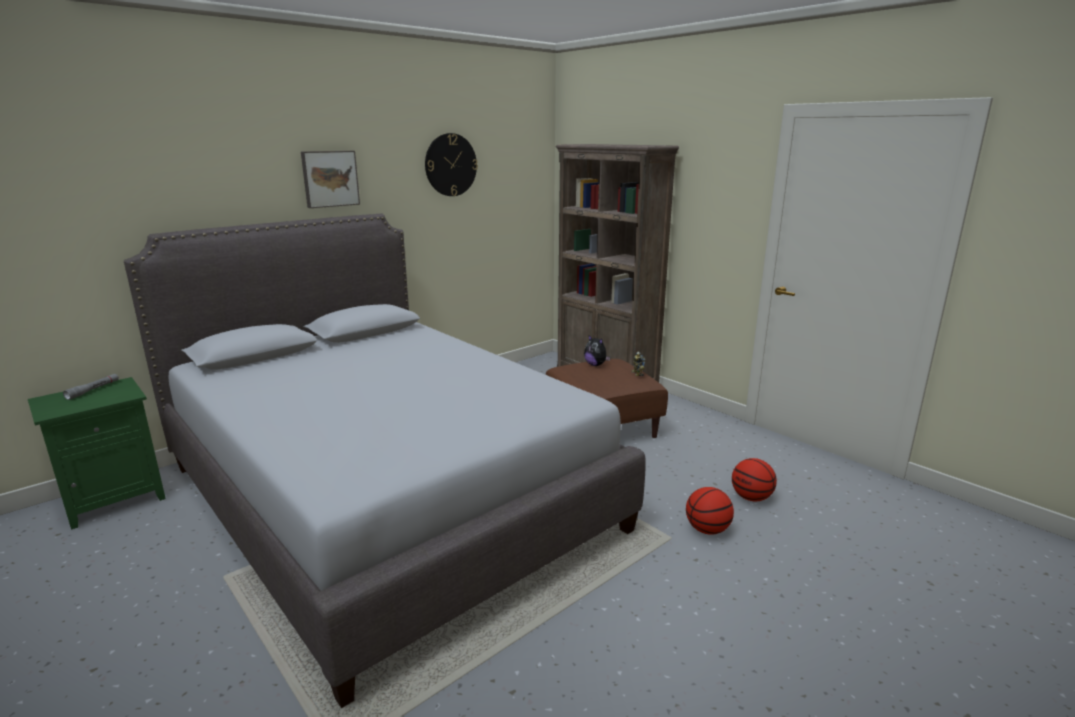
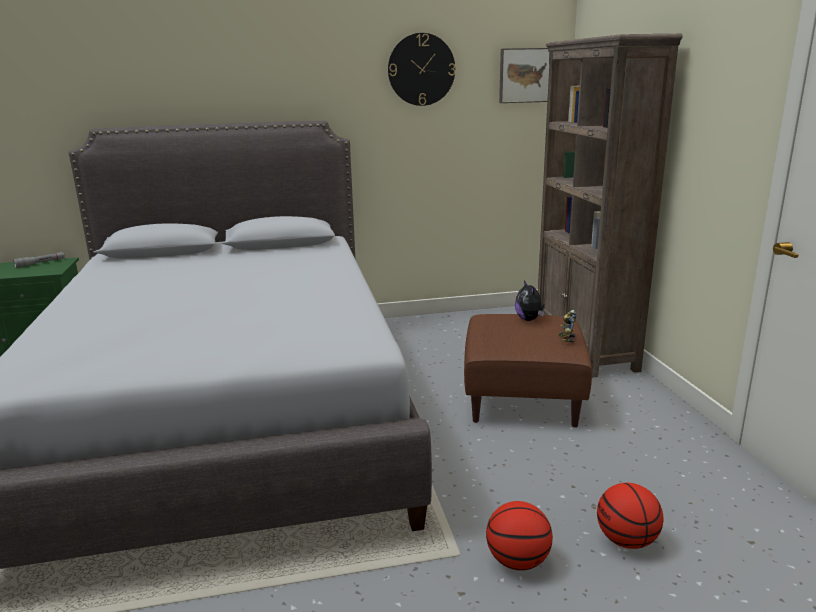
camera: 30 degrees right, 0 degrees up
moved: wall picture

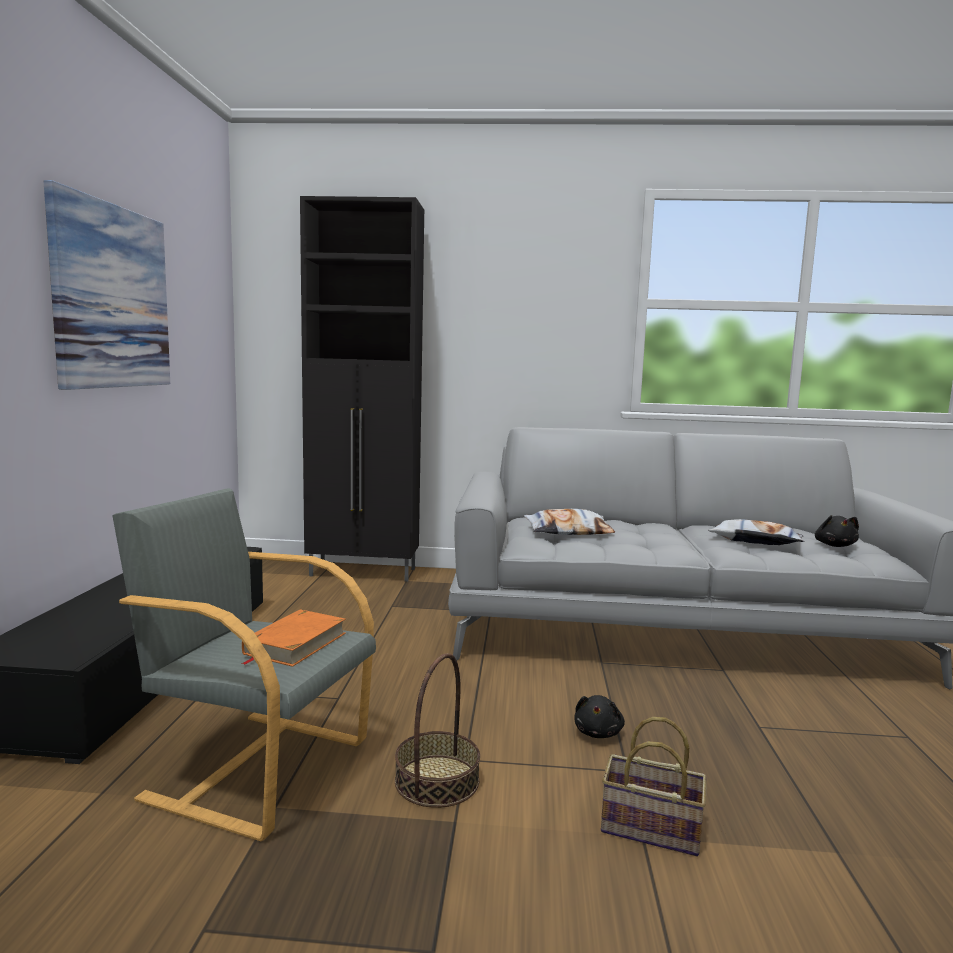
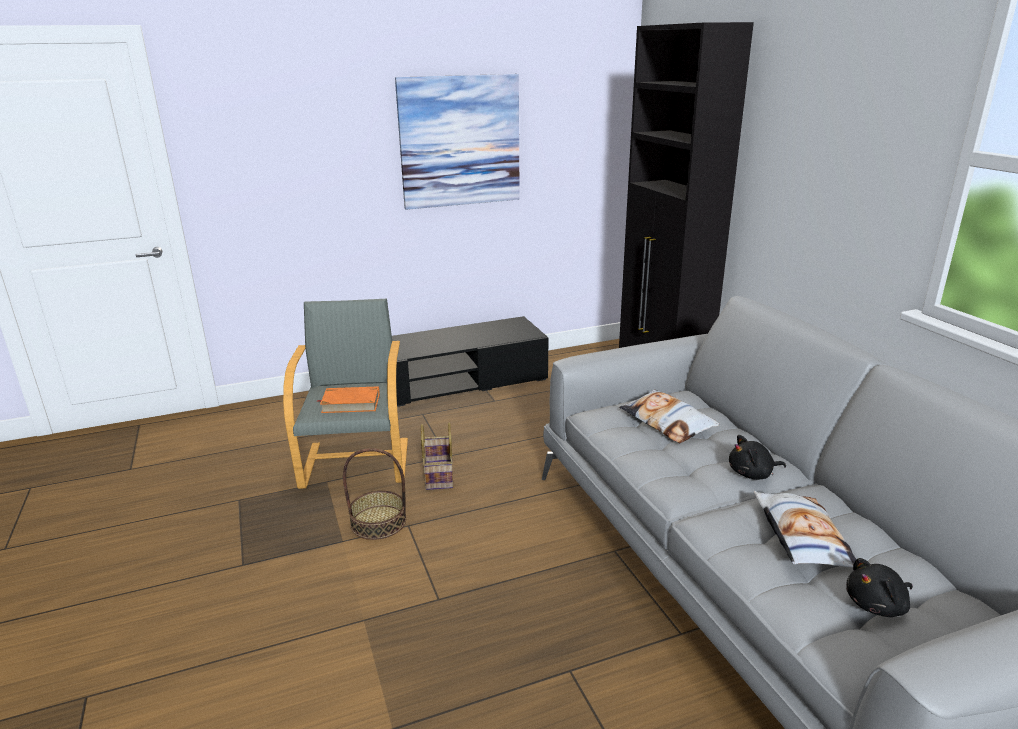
camera: 65 degrees right, 15 degrees up
moved: black soft toy (1st from left); household basket (2nd from left)

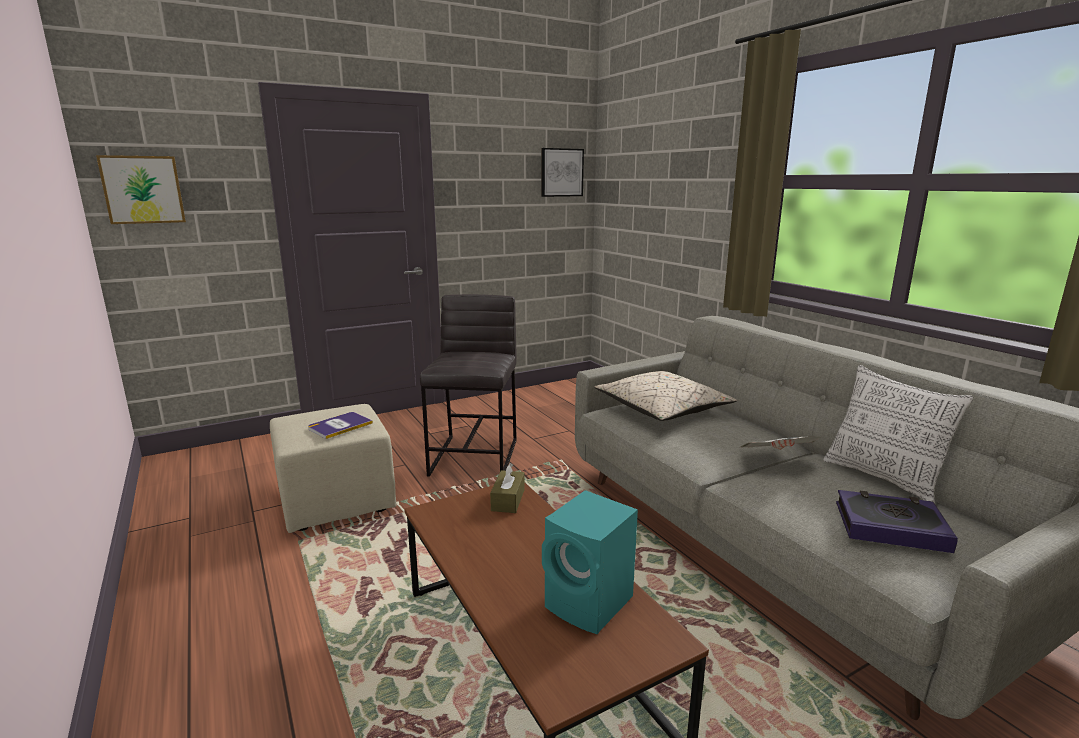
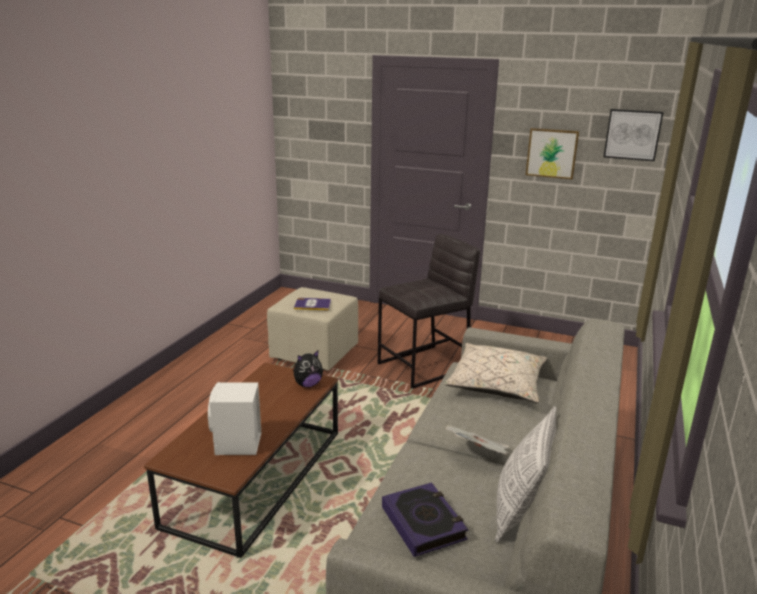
camera: 50 degrees right, 5 degrees up
moved: wall picture (1st from left)
replaced: brown tissue holder to soft toy
recoloured: blue-green speaker to white-coloured speaker

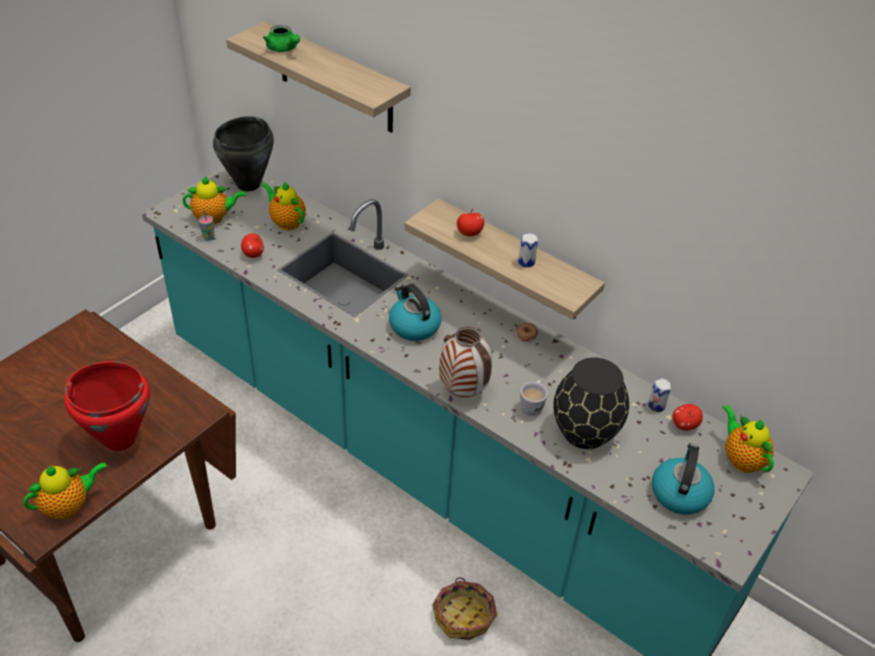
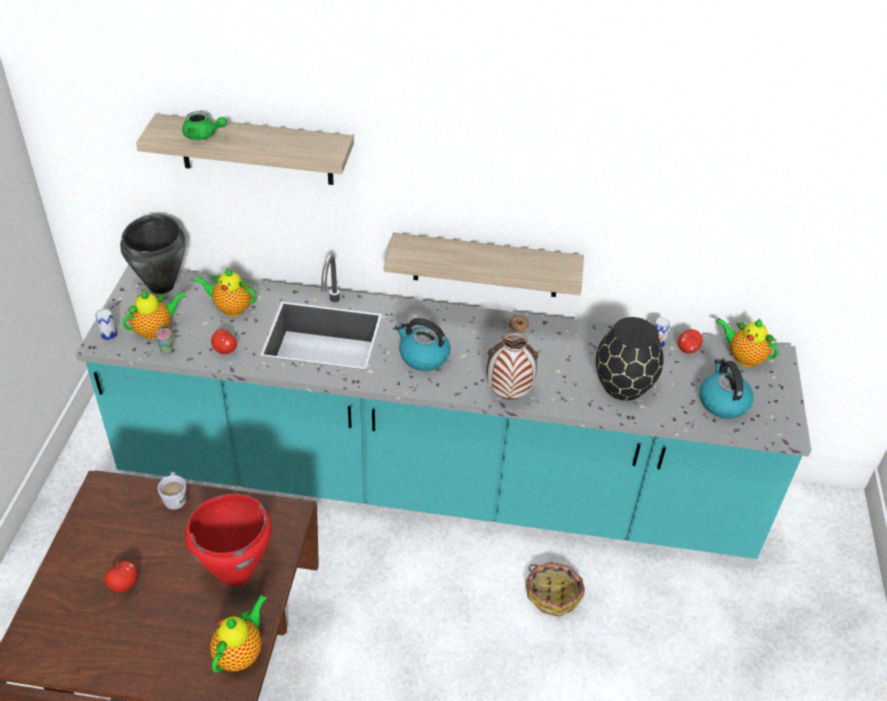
camera: 30 degrees left, 0 degrees up
moved: apple (2nd from left in the first image) to apple (1st from left); metal can (1st from left); white-coloured coffee mug

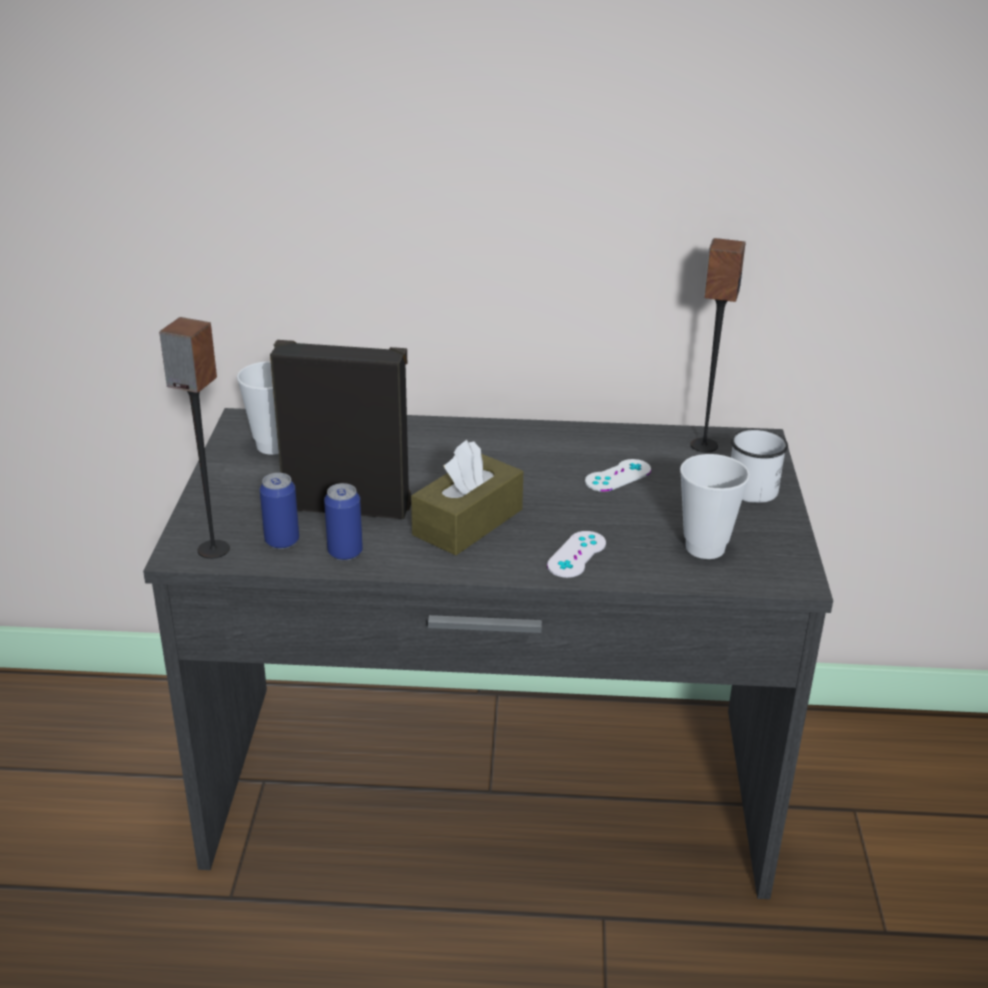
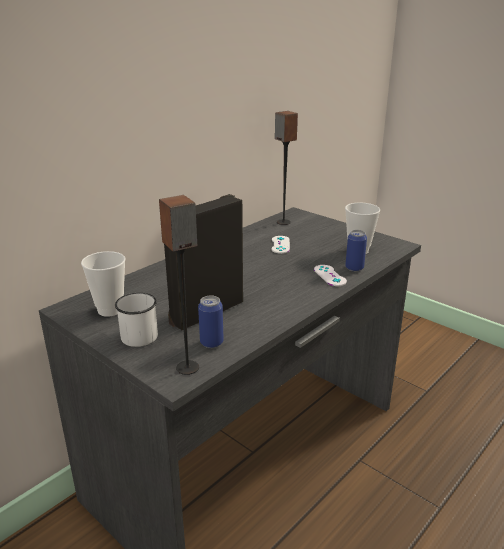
camera: 50 degrees left, 5 degrees down
removed: brown tissue holder
moved: metal can (2nd from left); white-coloured coffee mug

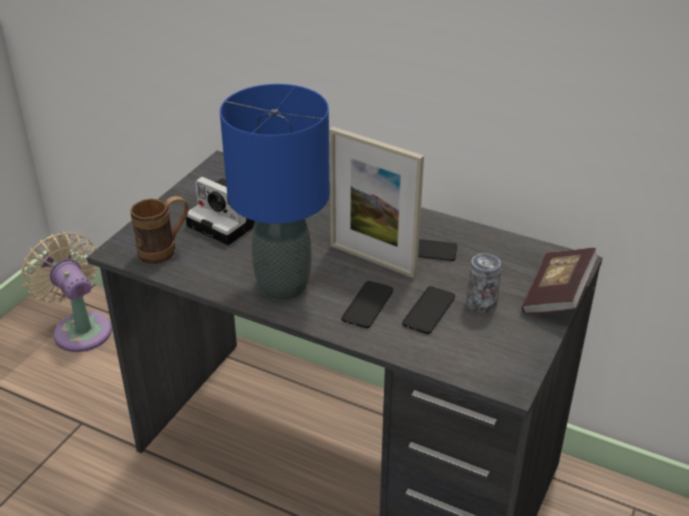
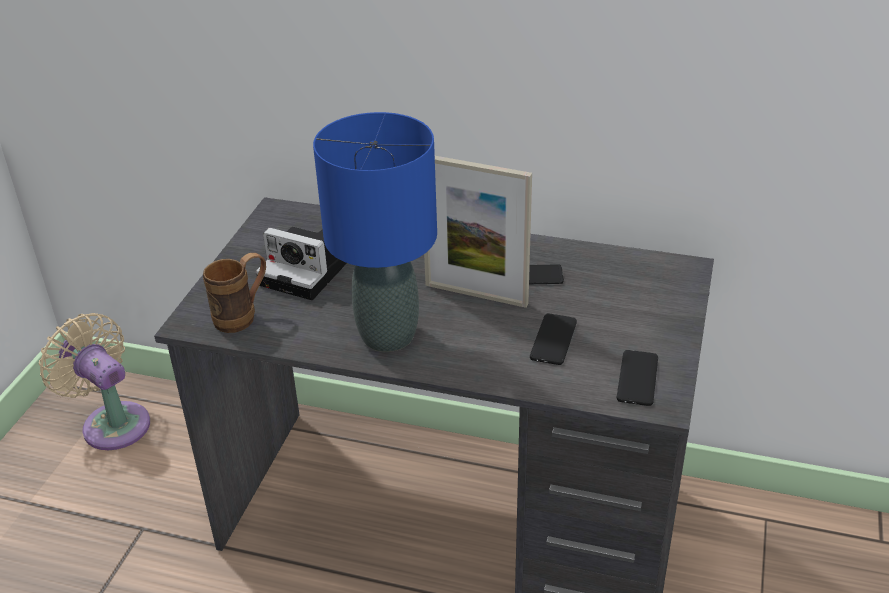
camera: 10 degrees left, 0 degrees up
removed: metal can; book
moved: handset (1st from left in the first image) to handset (3rd from left)

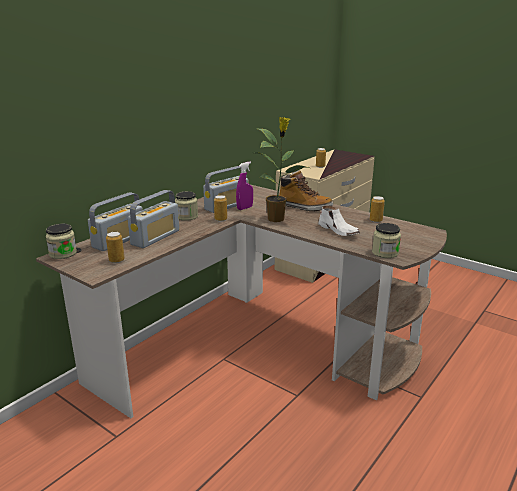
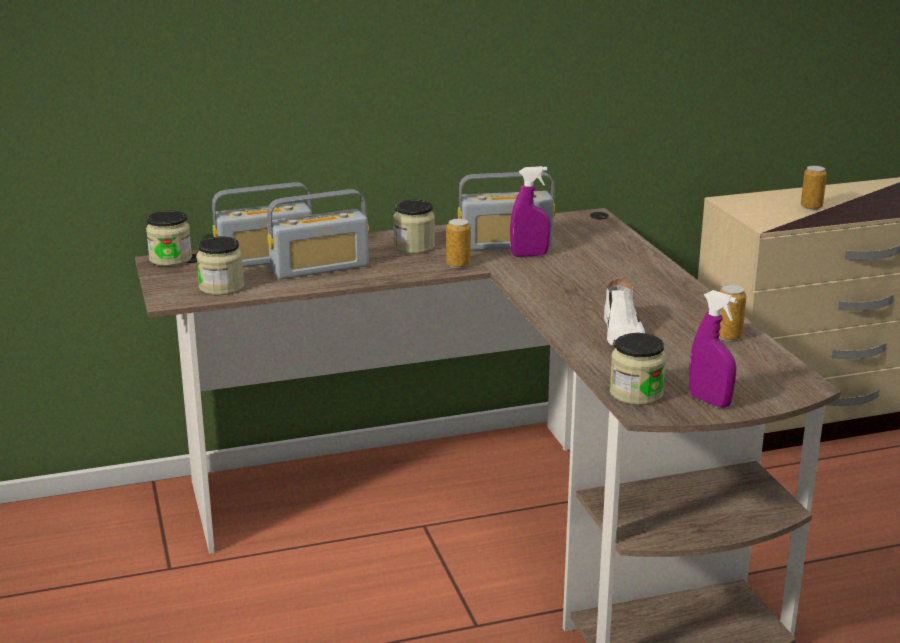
camera: 35 degrees right, 0 degrees up
removed: potted plant; tall boot
added: purple-coloured spray bottle (2nd from left)
replaced: metal can (1st from left) to jar (2nd from left)

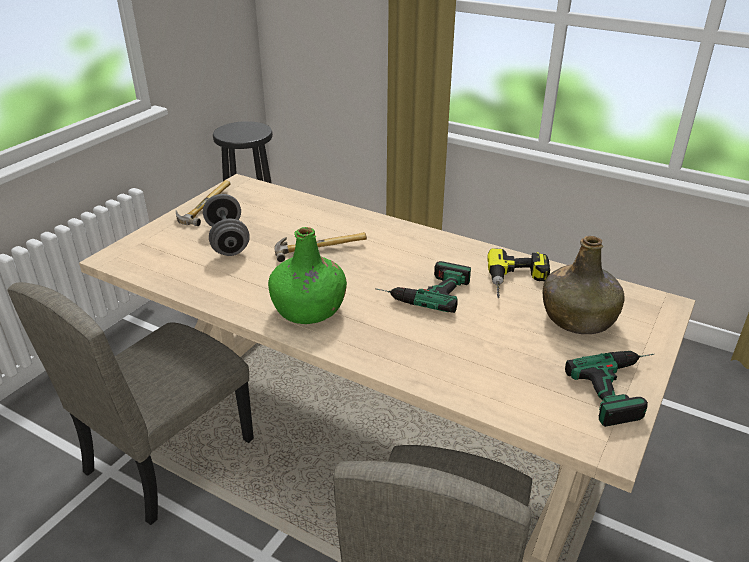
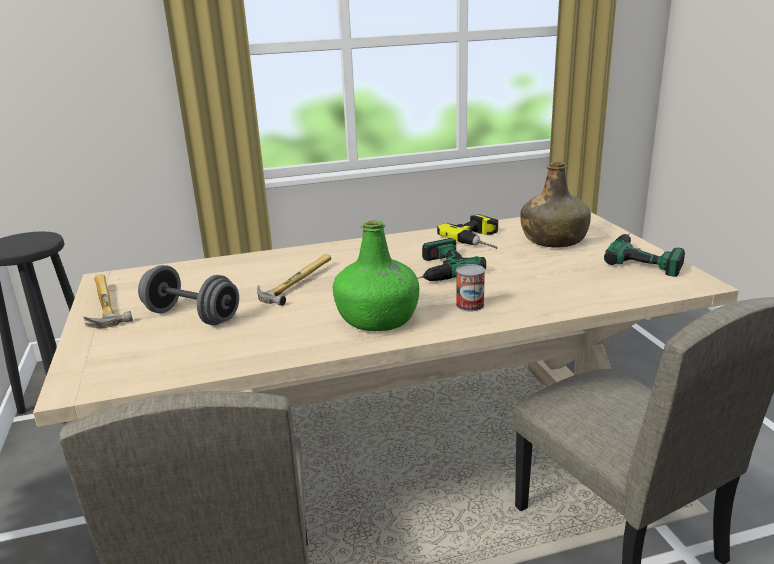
camera: 45 degrees left, 10 degrees down
added: metal can

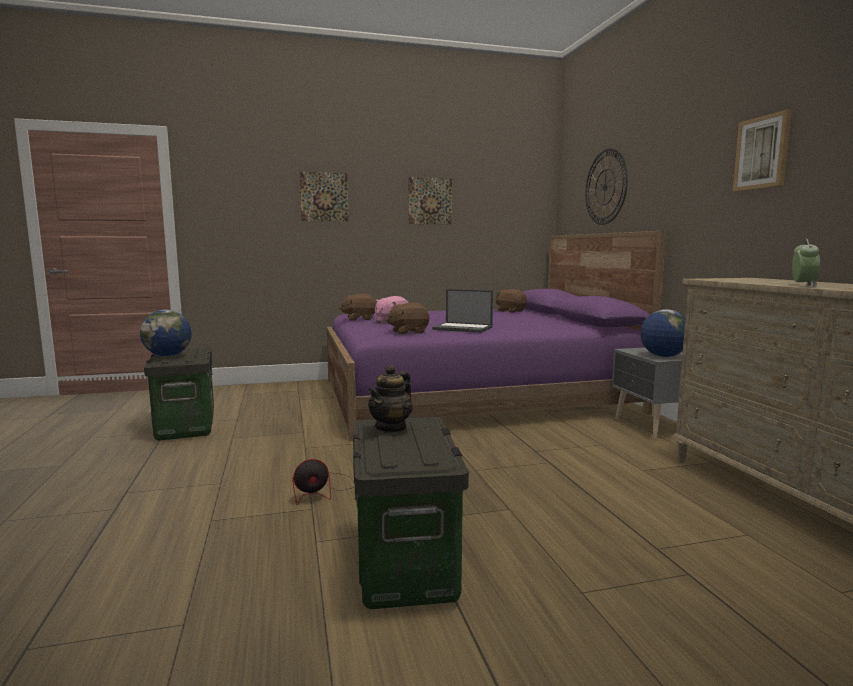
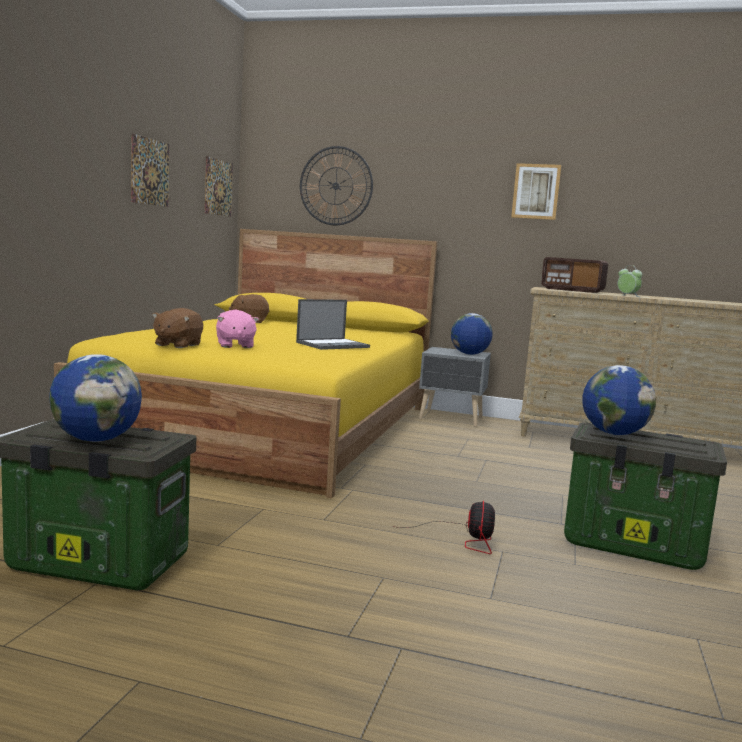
camera: 60 degrees left, 0 degrees up
removed: brown soft toy (2nd from left)
added: radio
moved: wall picture (1st from left in the first image) to wall picture (2nd from left)
replaced: tea pot to desk globe (3rd from left)
recoloured: purple-coloured bedroom bed to yellow bedroom bed

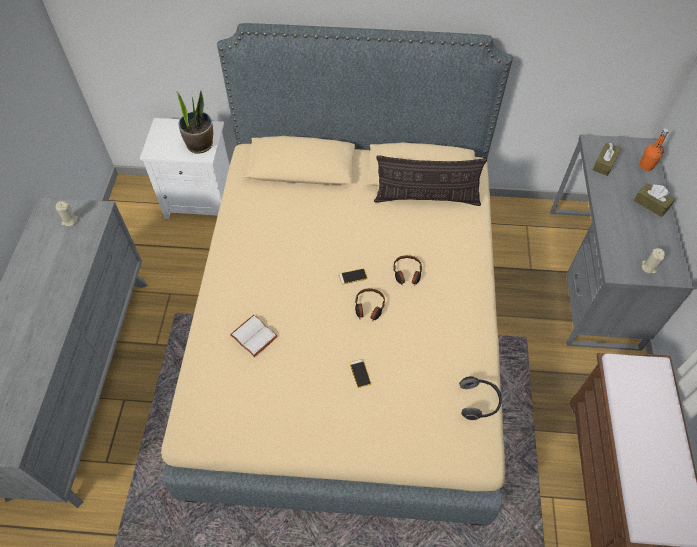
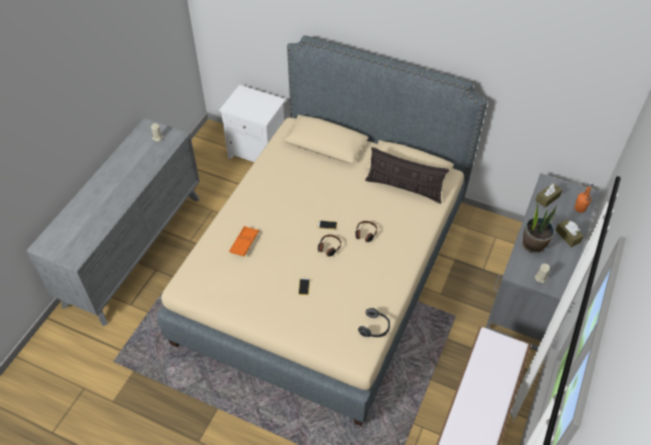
camera: 20 degrees right, 5 degrees down
moved: potted plant
replaced: white-coloured book to orange-coloured serving tray

